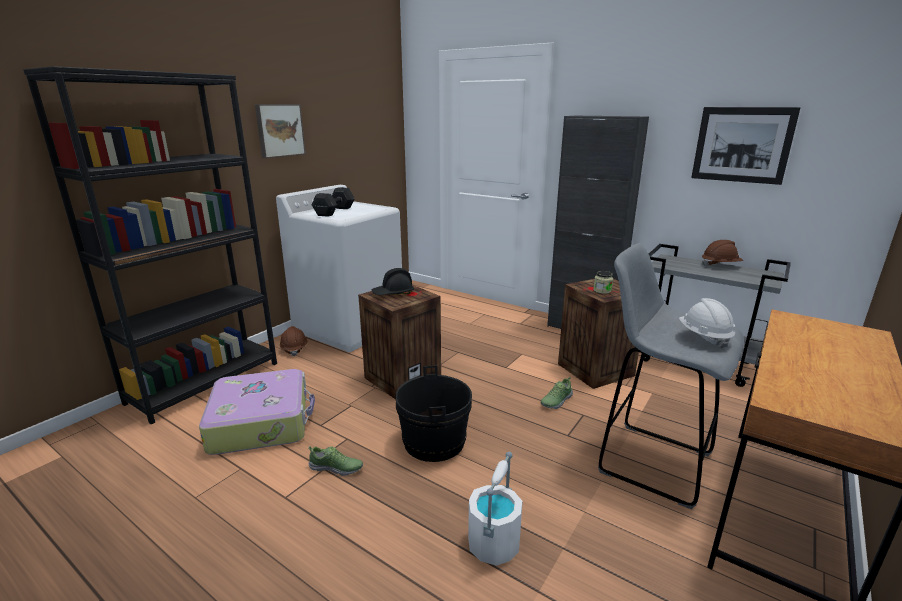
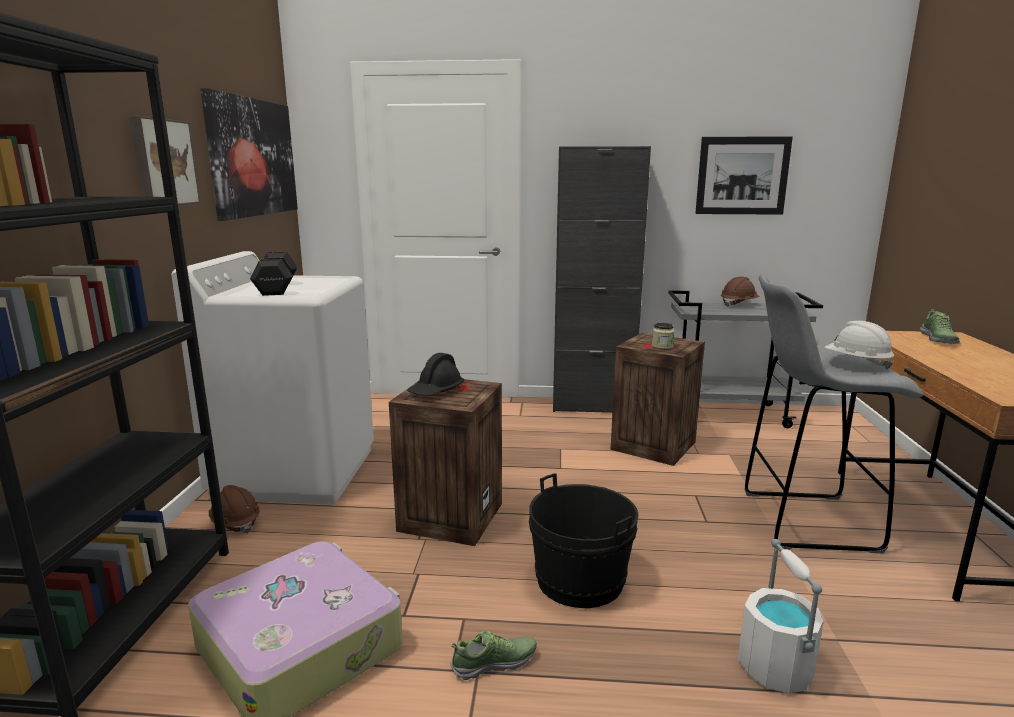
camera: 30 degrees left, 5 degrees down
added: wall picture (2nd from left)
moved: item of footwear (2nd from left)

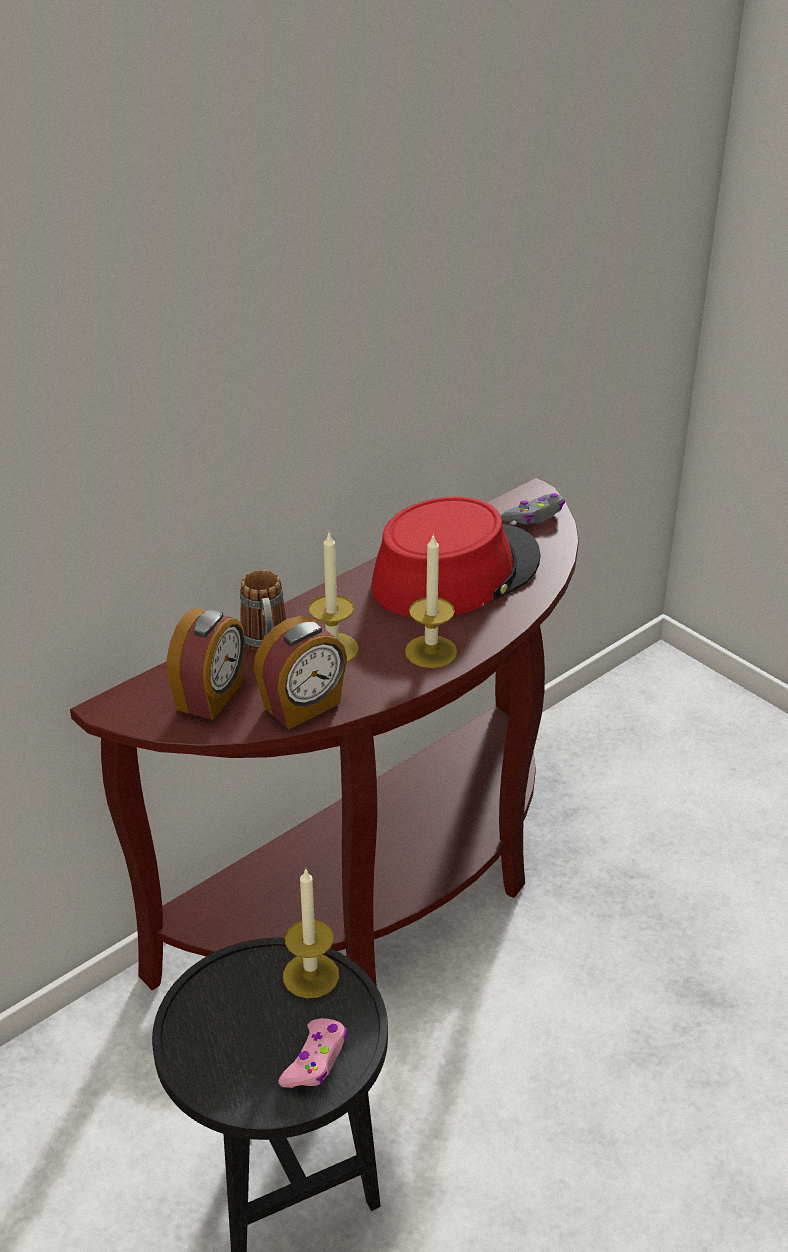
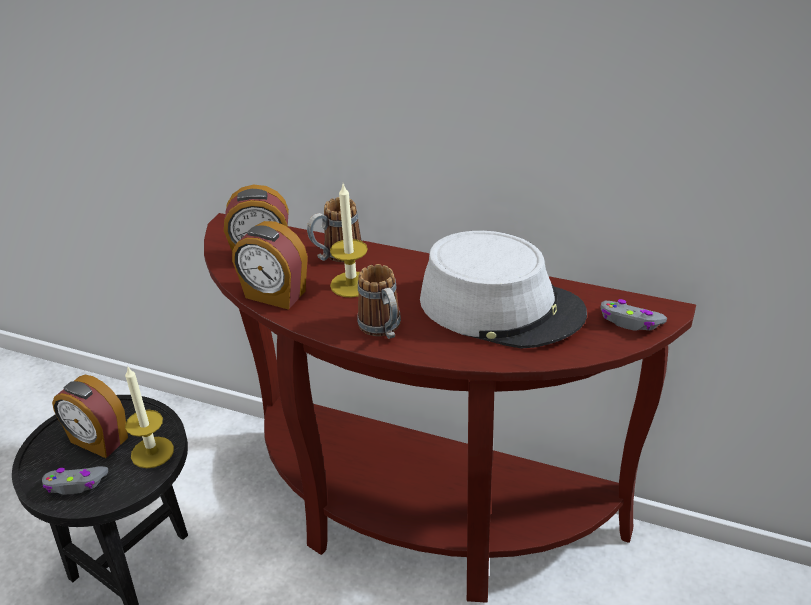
camera: 65 degrees right, 0 degrees up
added: table clock (1st from left)
replaced: candle (3rd from left) to coffee mug (2nd from left)
recoloured: pinkish gamepad to gray gamepad (1st from left); red-coloured clothing hat to gray clothing hat

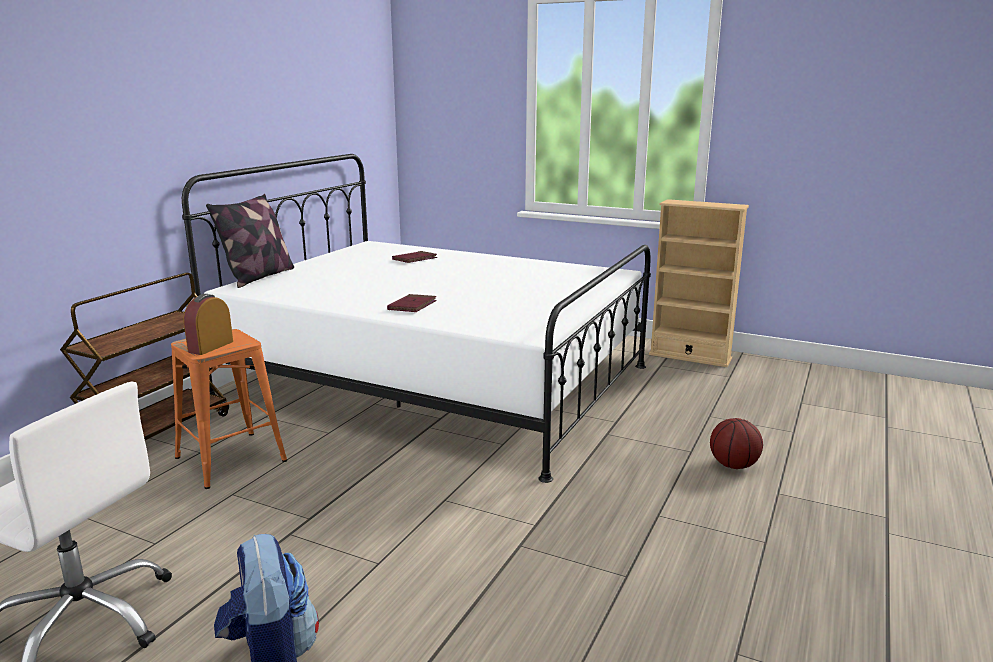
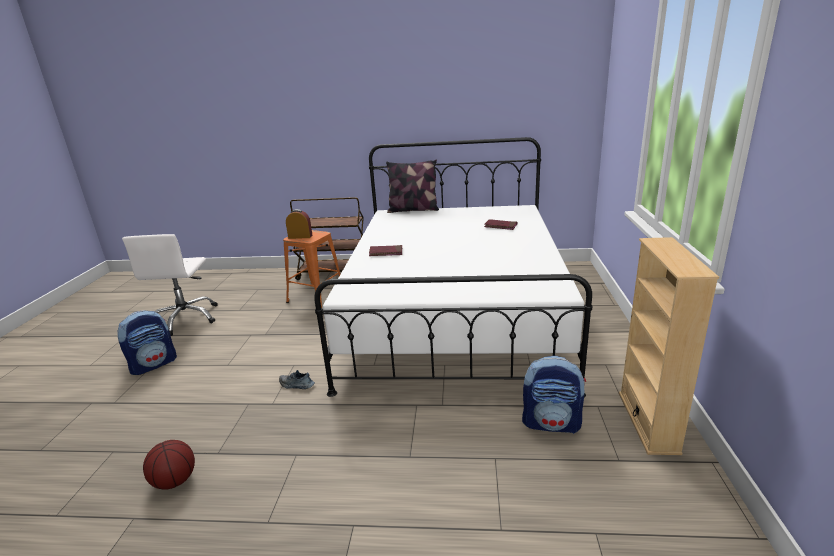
camera: 70 degrees right, 5 degrees up
added: item of footwear; knapsack (2nd from left)
moved: basketball

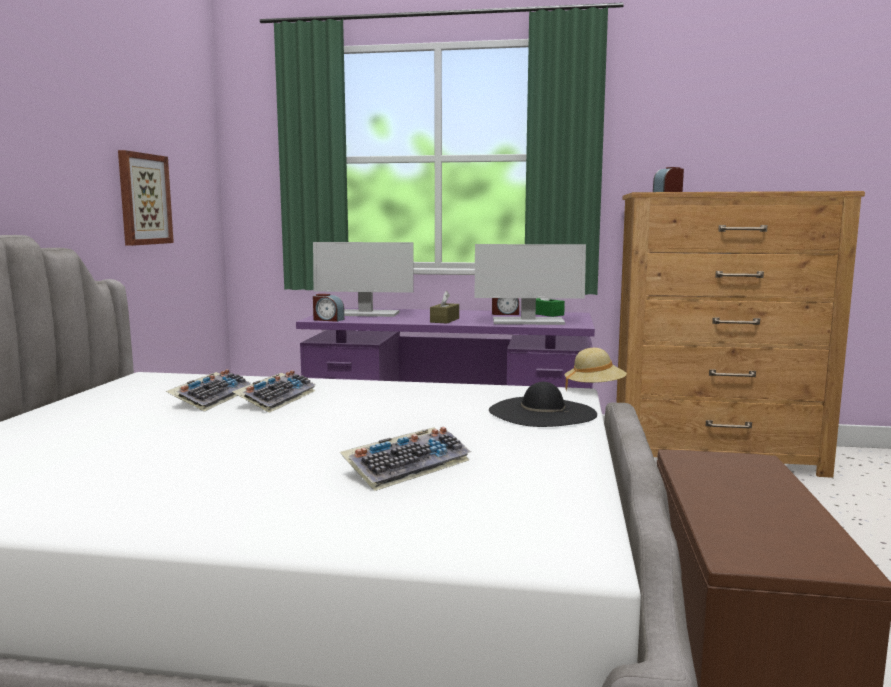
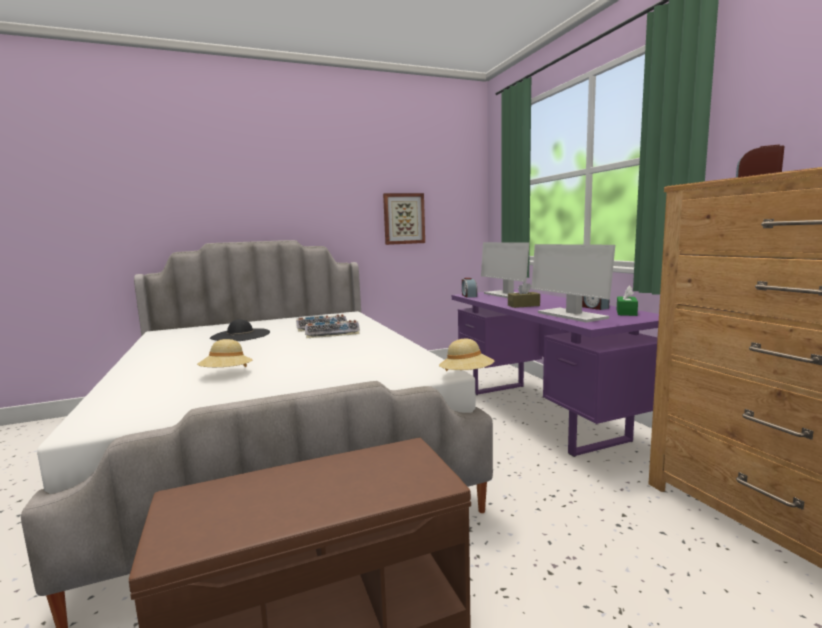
camera: 60 degrees right, 0 degrees up
moved: black clothing hat
replaced: keyboard (3rd from left) to sand-coloured clothing hat (1st from left)

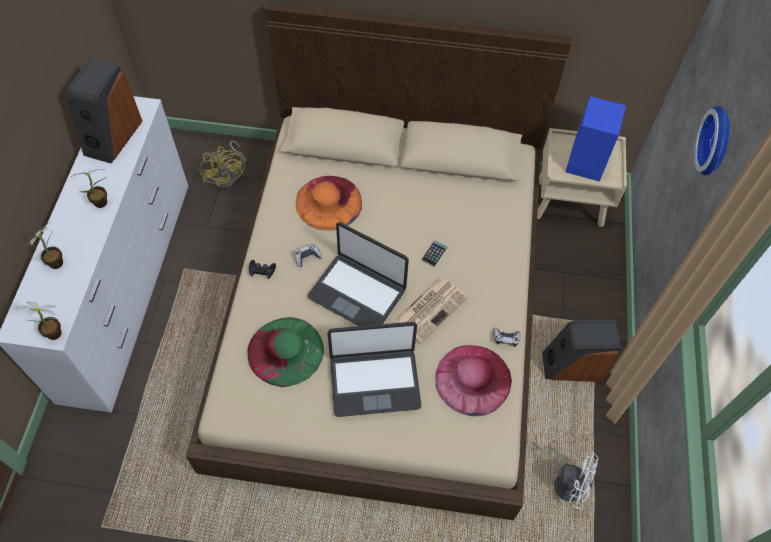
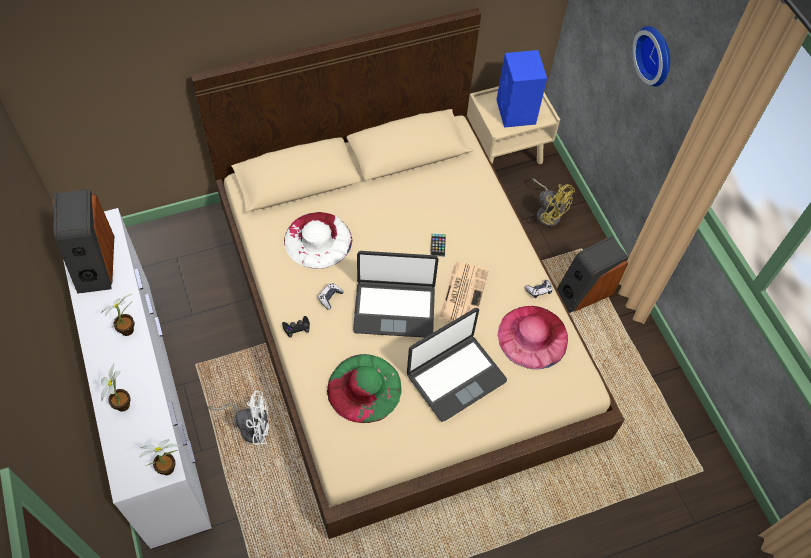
camera: 30 degrees left, 0 degrees up
moved: yellow cooling fan; white-coloured cooling fan
recoloured: orange-coloured clothing hat to white-coloured clothing hat

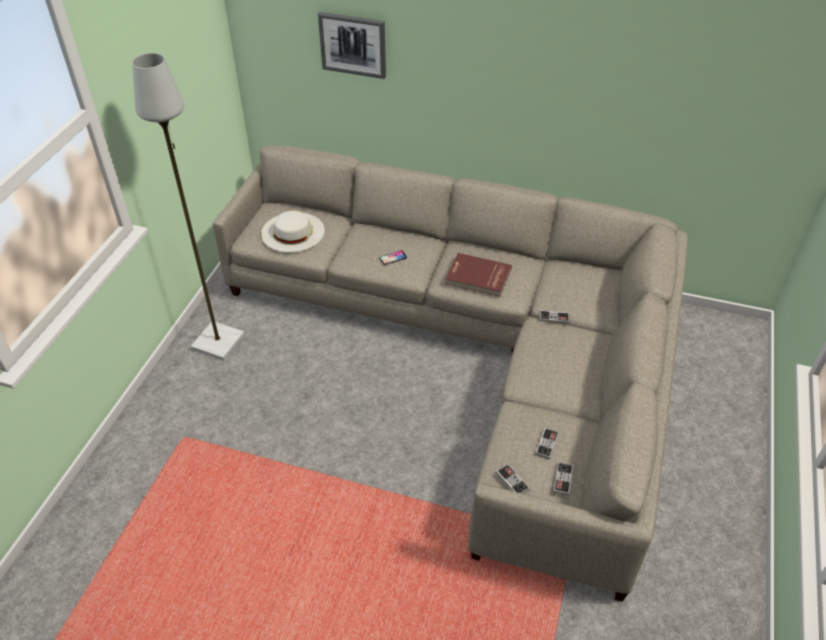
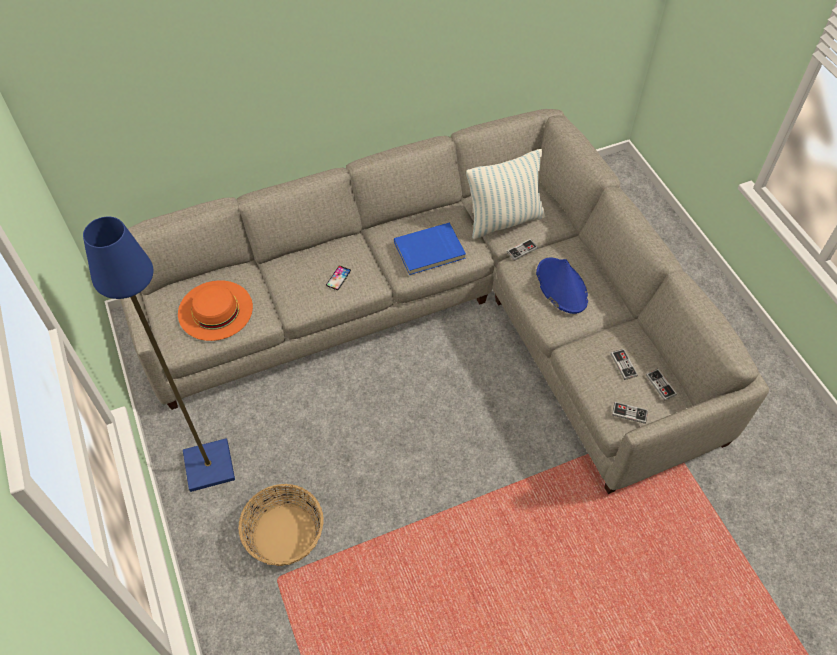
camera: 40 degrees left, 10 degrees up
removed: wall picture
added: household basket; pillow; bluish clothing hat
recoloured: gray floor lamp to bluish floor lamp; white-coloured clothing hat to orange-coloured clothing hat; red-coloured book to bluish book

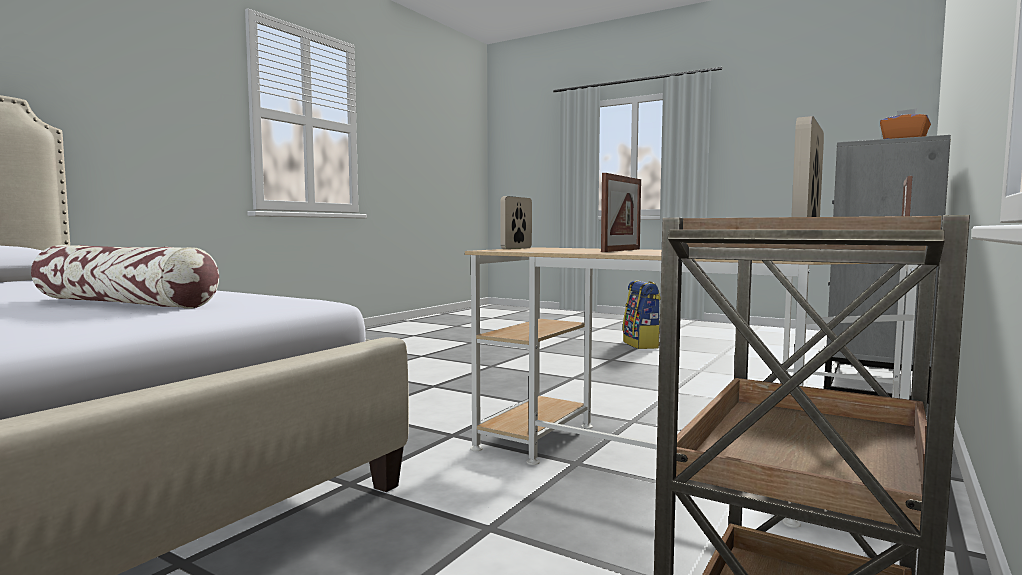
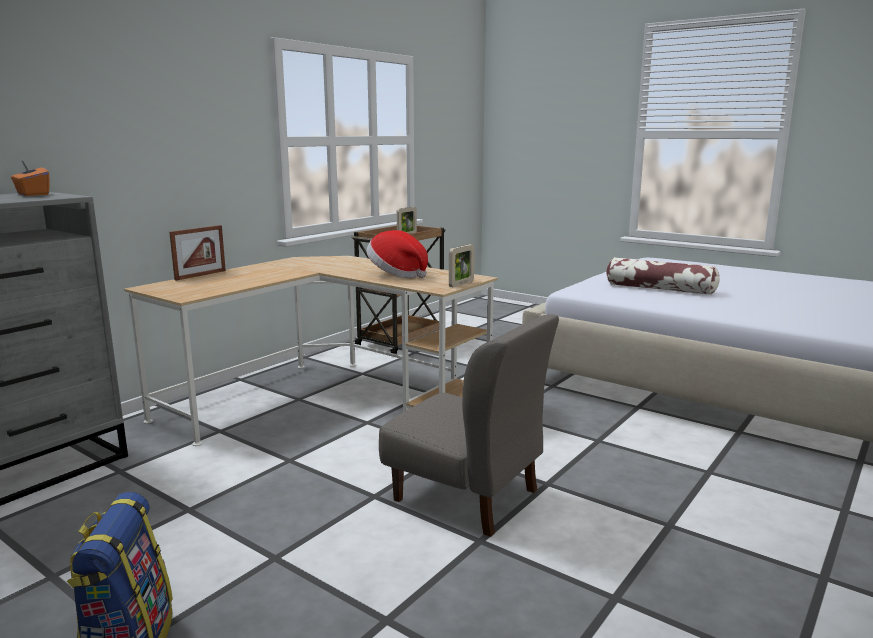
camera: 175 degrees left, 10 degrees up
added: gray chair
replaced: picture frame (2nd from left) to clothing hat

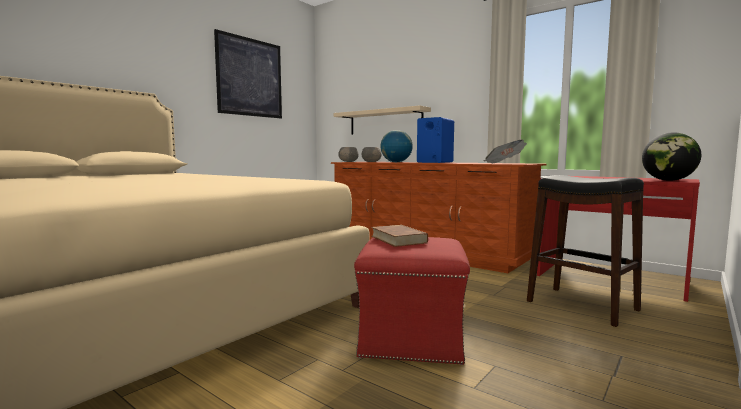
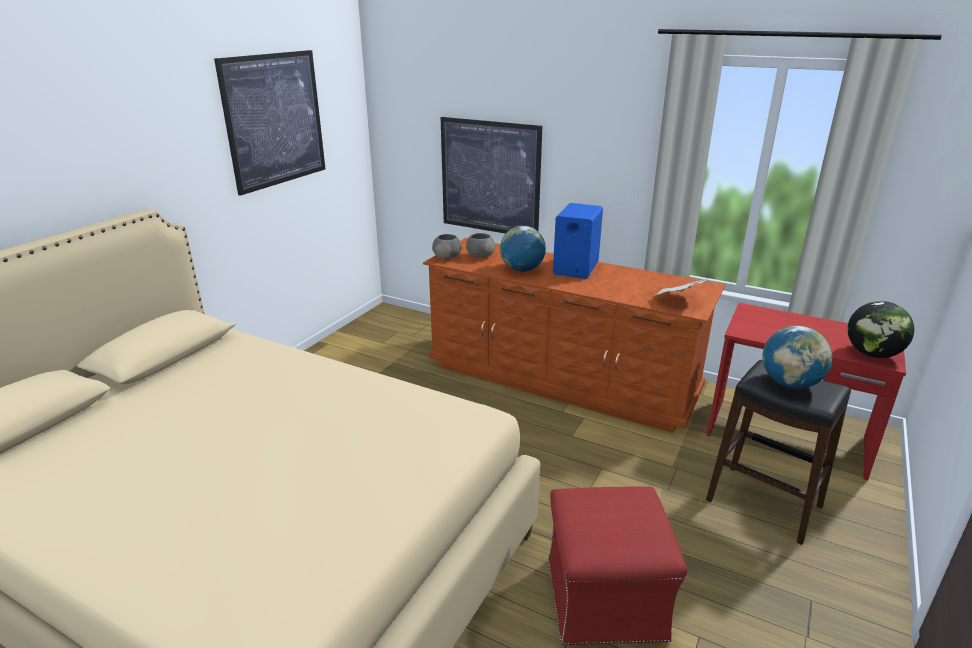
camera: 10 degrees left, 20 degrees up
removed: brown book
added: desk globe (2nd from left)
replaced: sand-coloured bracket shelf to wall picture (2nd from left)

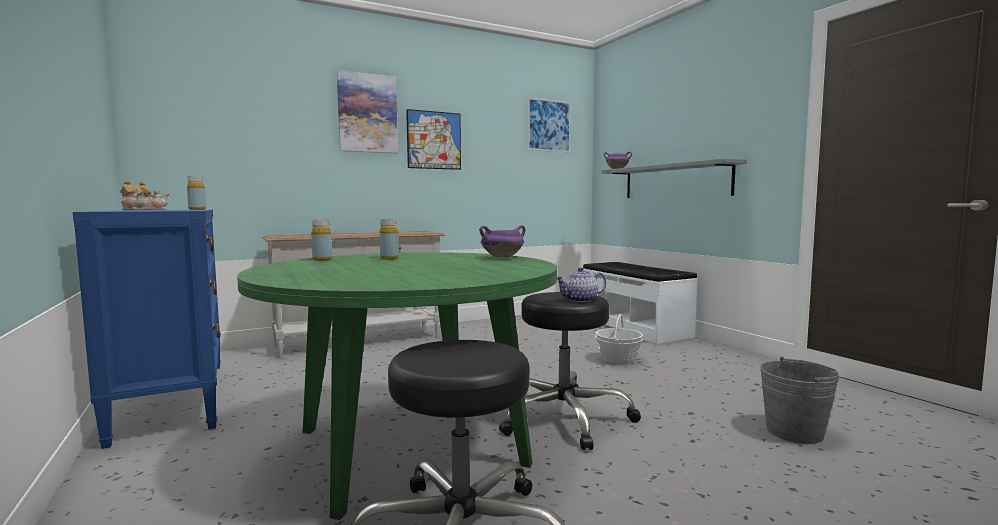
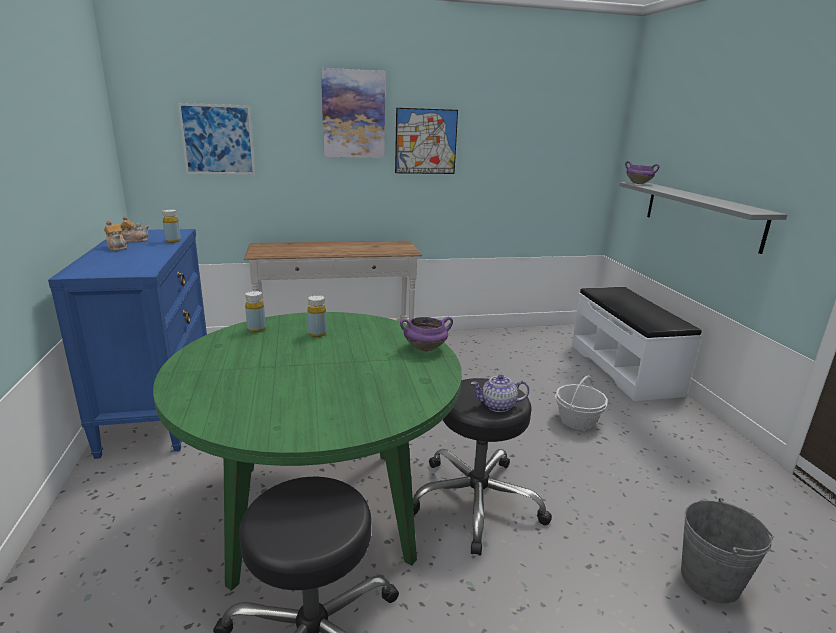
camera: 15 degrees right, 15 degrees up
moved: wall picture (3rd from left in the first image) to wall picture (1st from left)

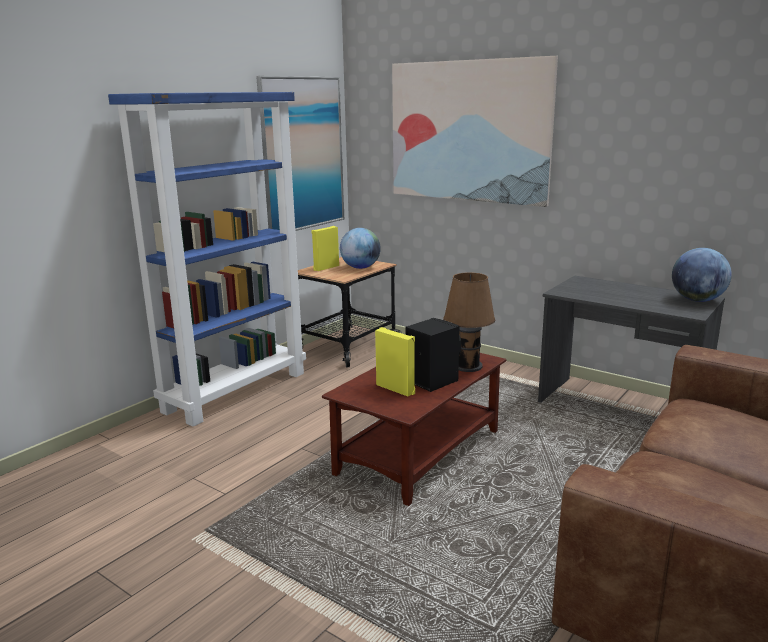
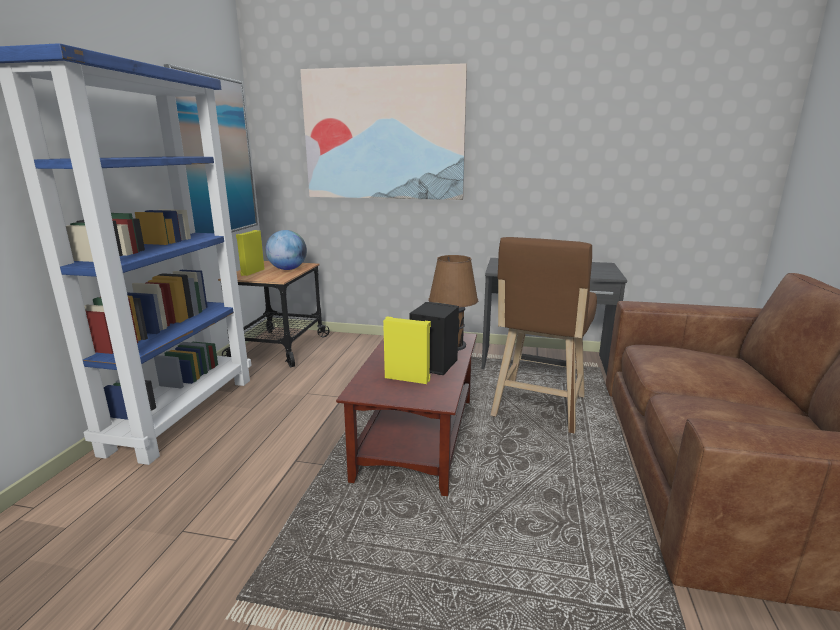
camera: 25 degrees left, 0 degrees up
removed: desk globe (2nd from left)
added: brown stool

